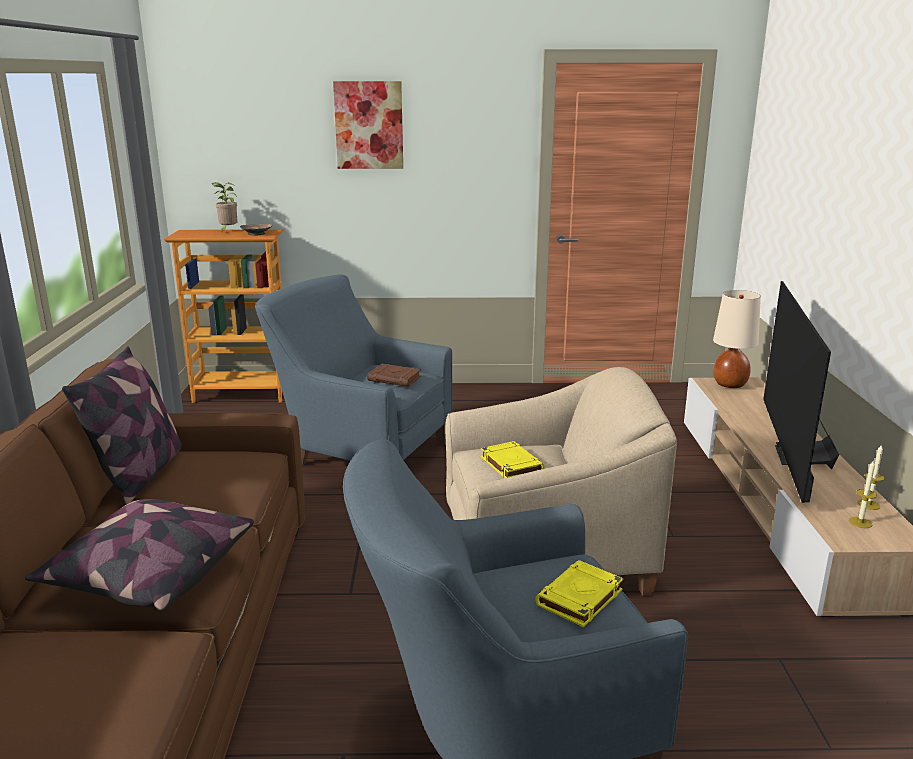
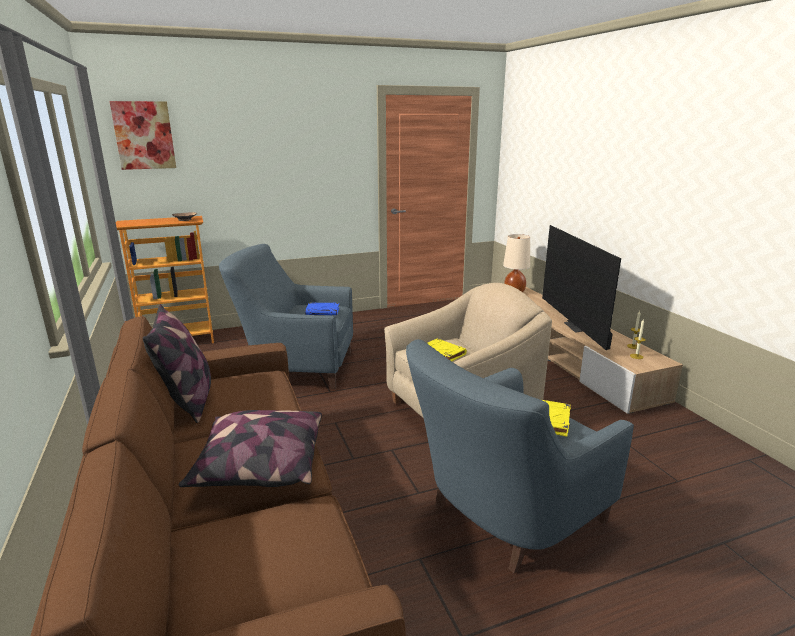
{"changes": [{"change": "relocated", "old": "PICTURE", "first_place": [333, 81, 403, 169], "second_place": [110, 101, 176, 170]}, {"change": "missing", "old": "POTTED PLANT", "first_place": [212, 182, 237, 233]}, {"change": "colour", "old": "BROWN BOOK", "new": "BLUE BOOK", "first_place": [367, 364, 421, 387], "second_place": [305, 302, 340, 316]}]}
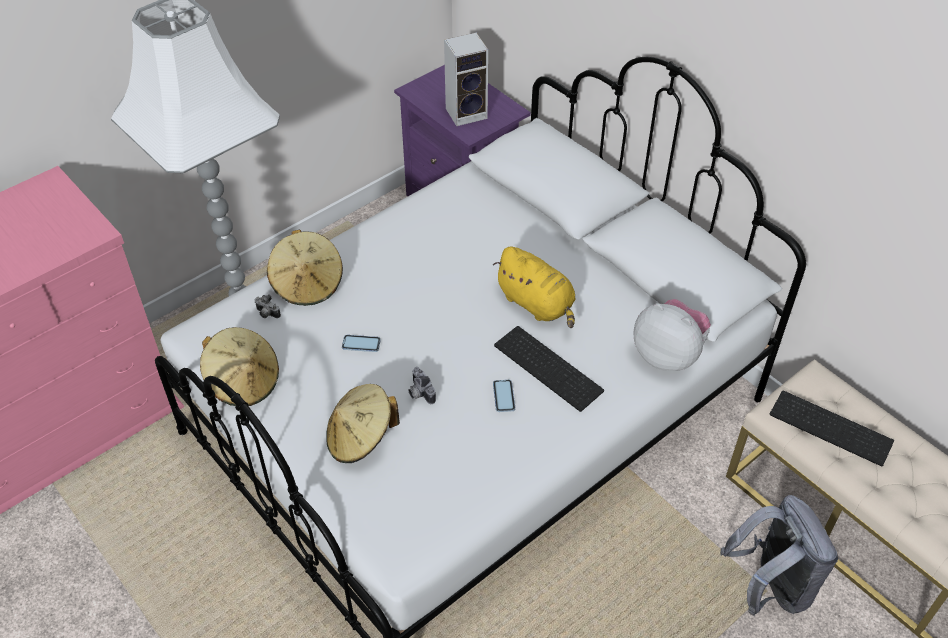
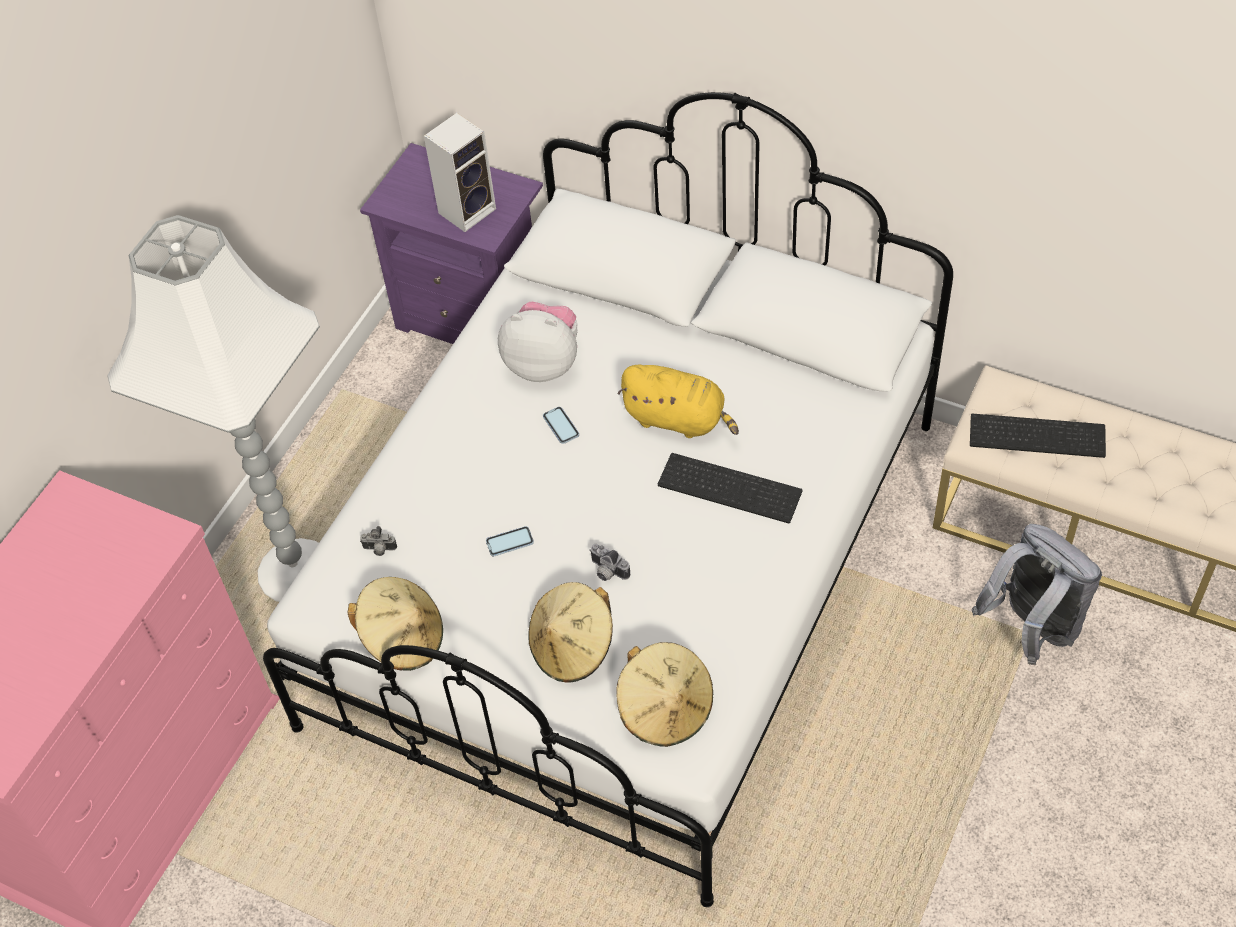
{"changes": [{"change": "relocated", "old": "BEIGE HAT", "first_place": [267, 230, 343, 306], "second_place": [616, 642, 713, 747]}, {"change": "relocated", "old": "PLUSH TOY", "first_place": [633, 299, 711, 371], "second_place": [498, 302, 578, 382]}, {"change": "relocated", "old": "PHONE", "first_place": [493, 380, 515, 412], "second_place": [543, 407, 579, 444]}]}
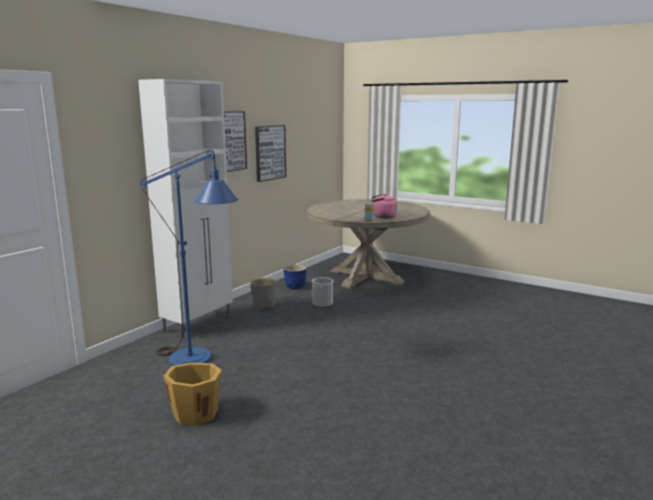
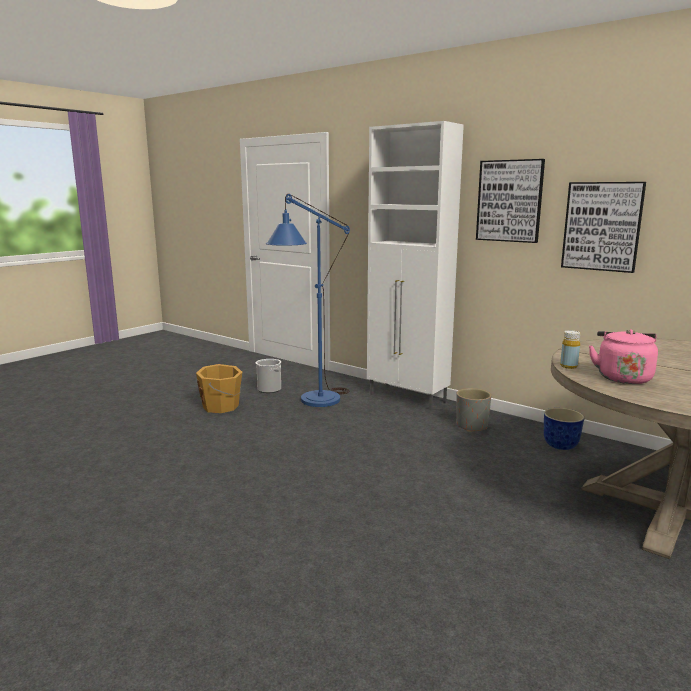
{"changes": [{"change": "relocated", "old": "BUCKET", "first_place": [312, 277, 334, 307], "second_place": [256, 359, 281, 393]}]}
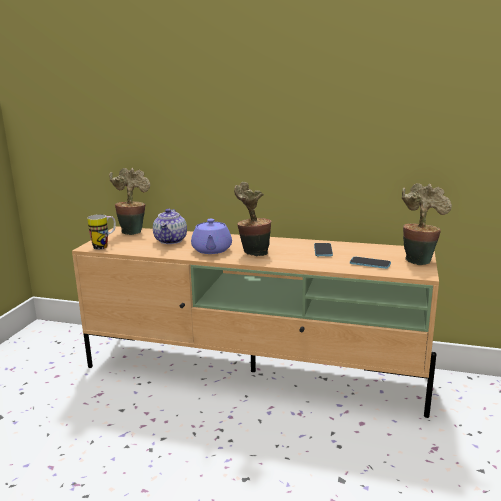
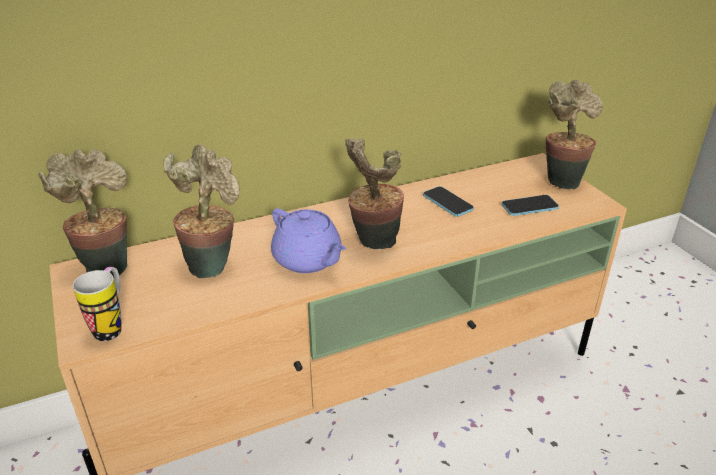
{"changes": [{"change": "exchanged", "old": "TEAPOT", "new": "POTTED PLANT", "first_place": [153, 209, 187, 244], "second_place": [163, 144, 240, 278]}]}
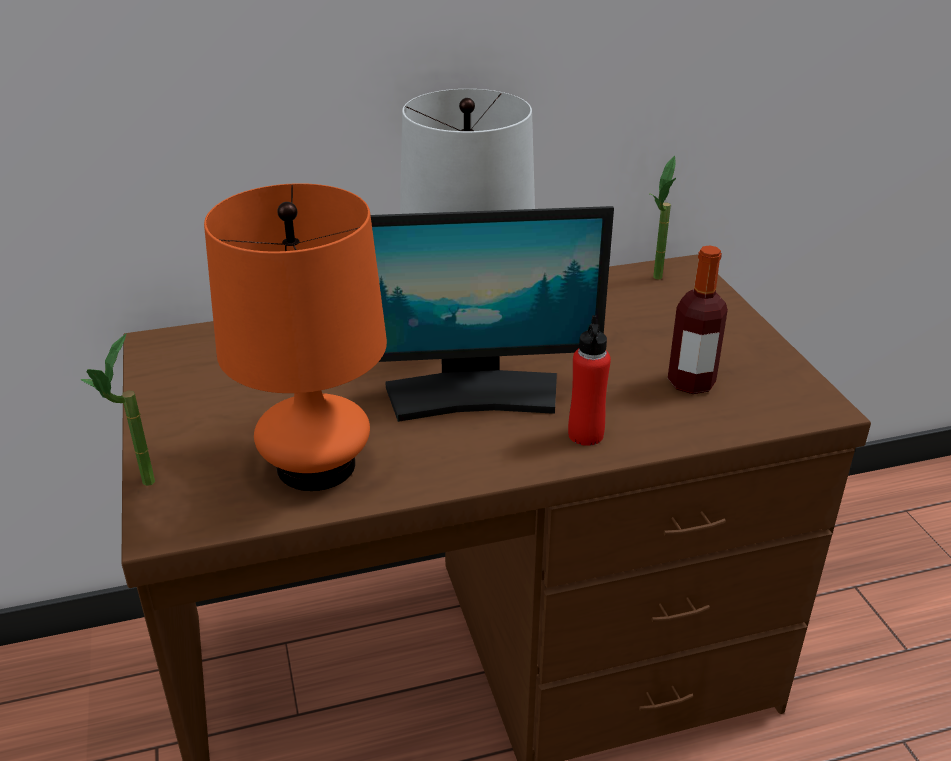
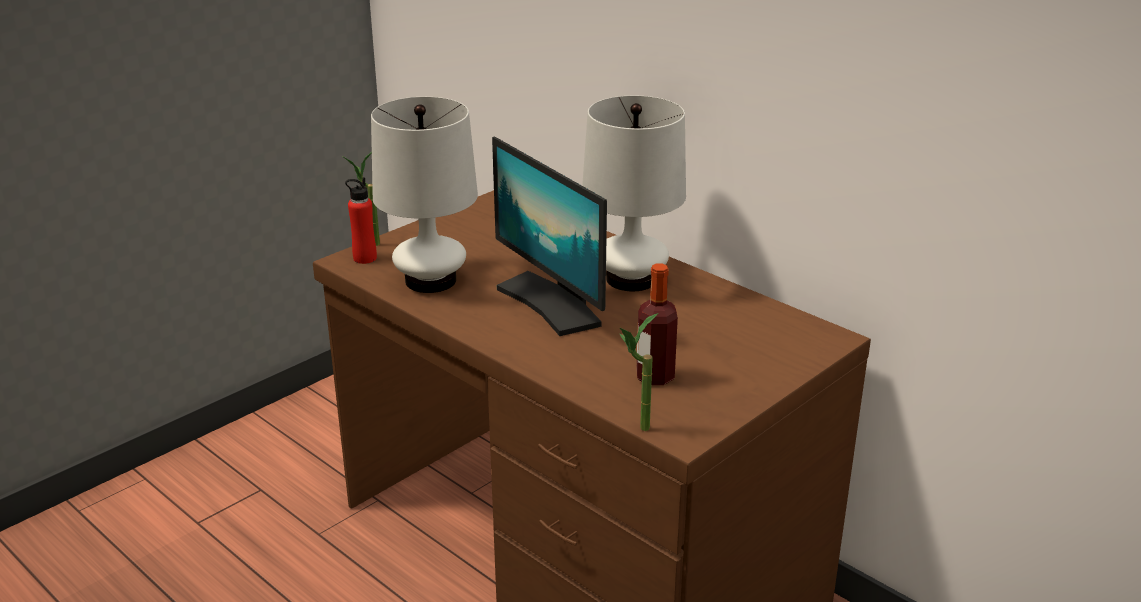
{"changes": [{"change": "relocated", "old": "POTTED PLANT", "first_place": [648, 156, 676, 280], "second_place": [620, 313, 658, 431]}, {"change": "colour", "old": "ORANGE TABLE LAMP", "new": "WHITE TABLE LAMP", "first_place": [204, 183, 387, 491], "second_place": [371, 97, 478, 293]}, {"change": "relocated", "old": "RED BOTTLE", "first_place": [568, 315, 611, 446], "second_place": [345, 177, 377, 264]}]}
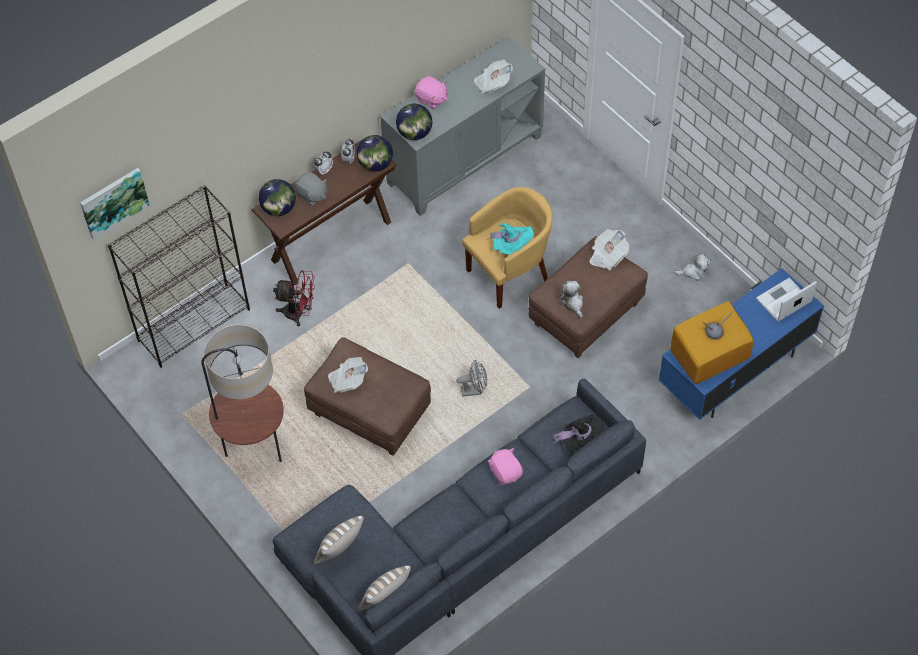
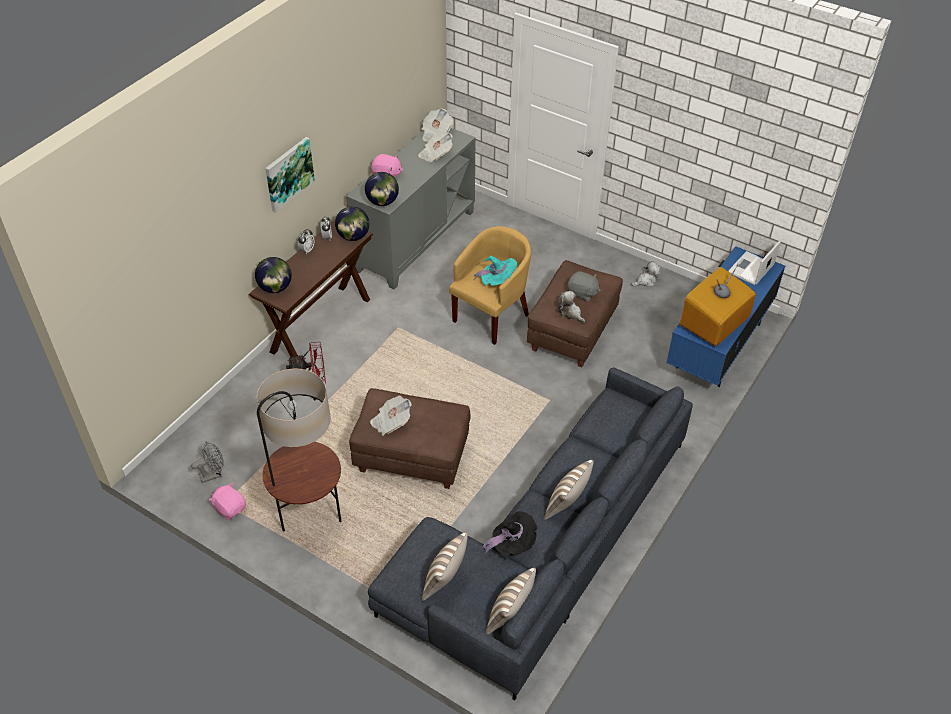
{"changes": [{"change": "relocated", "old": "PICTURE", "first_place": [80, 168, 150, 240], "second_place": [265, 137, 315, 213]}, {"change": "relocated", "old": "GREY PLUSH TOY", "first_place": [294, 172, 327, 206], "second_place": [568, 271, 601, 302]}, {"change": "missing", "old": "BLACK BOOKCASE", "first_place": [108, 185, 250, 368]}, {"change": "relocated", "old": "NEWSPAPER", "first_place": [589, 229, 629, 270], "second_place": [422, 109, 453, 142]}, {"change": "relocated", "old": "GREY FAN", "first_place": [456, 360, 487, 397], "second_place": [191, 442, 224, 483]}, {"change": "relocated", "old": "BLACK HAT", "first_place": [553, 414, 604, 453], "second_place": [482, 511, 538, 558]}, {"change": "relocated", "old": "PINK PLUSH TOY", "first_place": [488, 448, 523, 485], "second_place": [209, 482, 246, 520]}, {"change": "appeared", "new": "PILLOW", "second_place": [544, 460, 594, 520]}]}
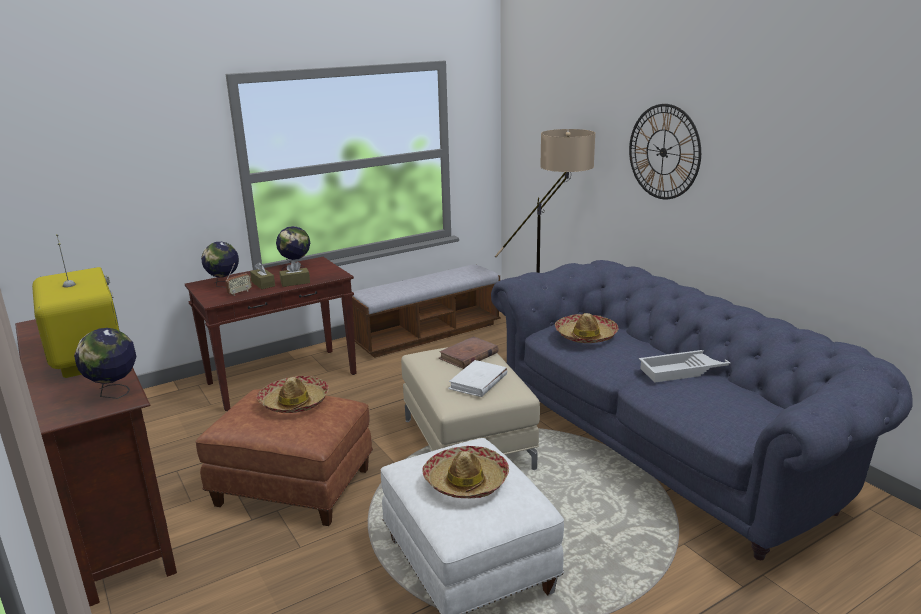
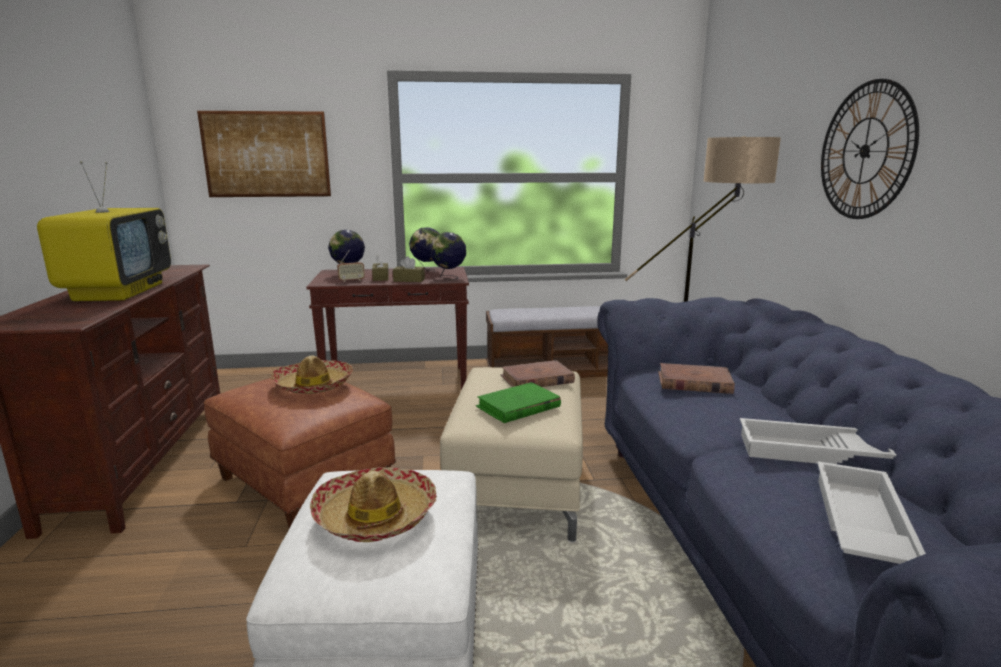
{"changes": [{"change": "exchanged", "old": "HAT", "new": "BROWN BOOK", "first_place": [555, 313, 619, 343], "second_place": [658, 363, 735, 394]}, {"change": "relocated", "old": "GLOBE", "first_place": [74, 328, 137, 399], "second_place": [430, 232, 466, 280]}, {"change": "colour", "old": "WHITE BOOK", "new": "GREEN BOOK", "first_place": [448, 360, 507, 397], "second_place": [476, 382, 561, 423]}, {"change": "appeared", "new": "PICTURE", "second_place": [197, 111, 331, 197]}, {"change": "appeared", "new": "WHITE TRAY", "second_place": [817, 461, 926, 564]}]}
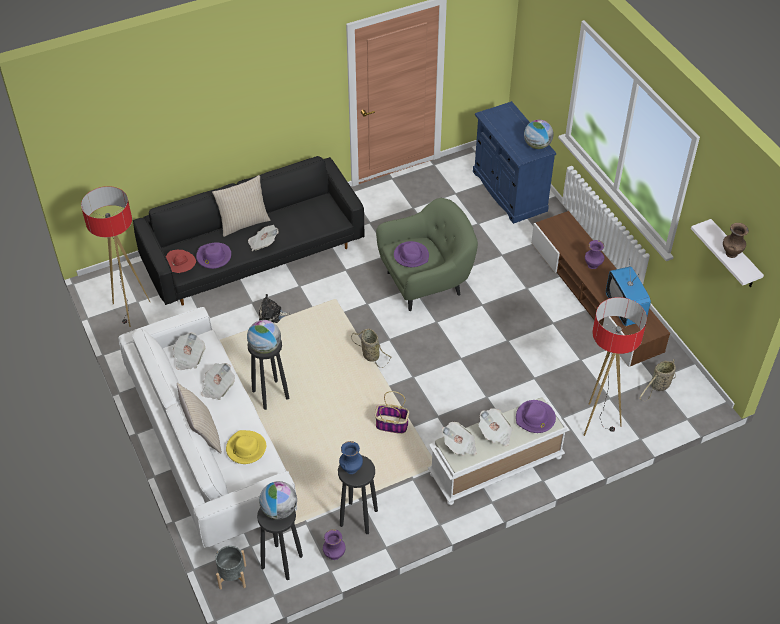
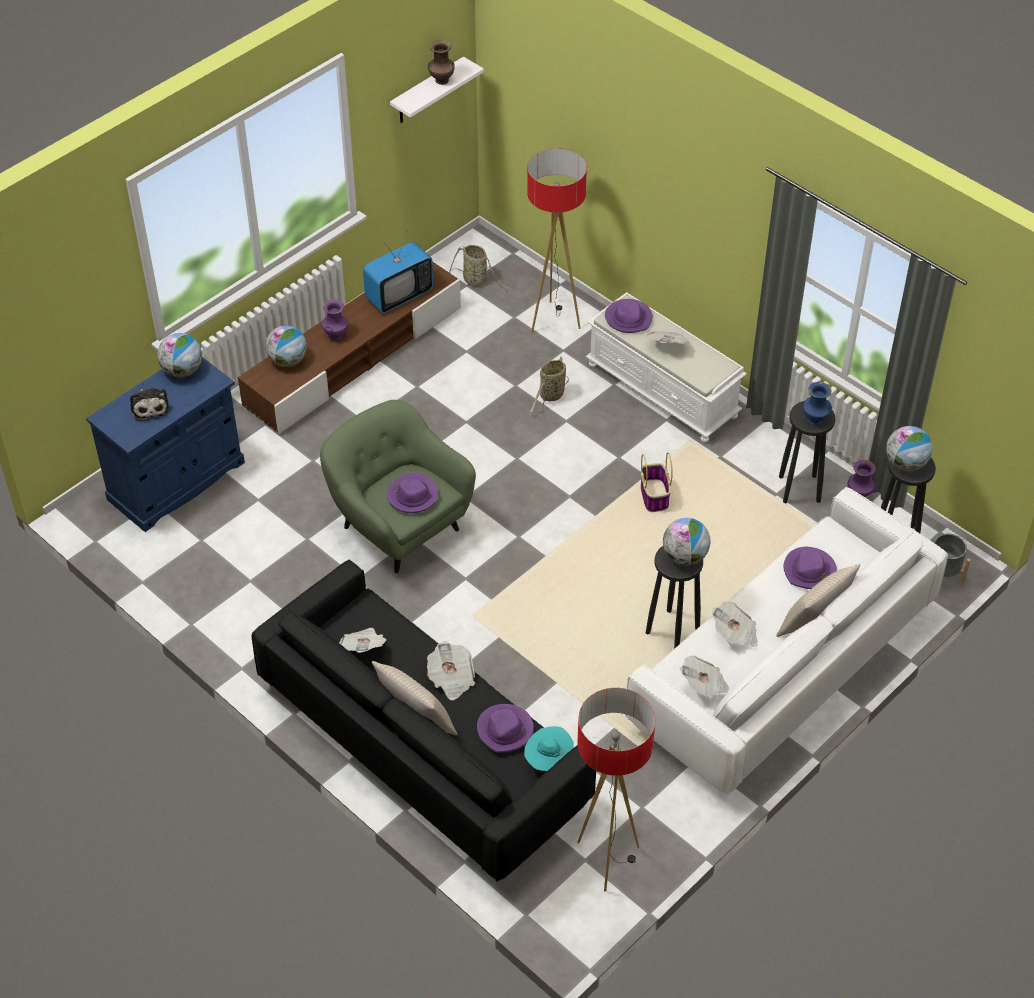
{"changes": [{"change": "colour", "old": "RED HAT", "new": "TURQUOISE HAT", "first_place": [166, 250, 196, 273], "second_place": [524, 726, 574, 771]}, {"change": "relocated", "old": "PLUSH TOY", "first_place": [259, 294, 291, 323], "second_place": [130, 388, 169, 421]}, {"change": "relocated", "old": "BASKET", "first_place": [351, 329, 392, 368], "second_place": [530, 357, 569, 417]}, {"change": "relocated", "old": "NEWSPAPER", "first_place": [442, 422, 477, 456], "second_place": [340, 628, 387, 653]}, {"change": "colour", "old": "YELLOW HAT", "new": "PURPLE HAT", "first_place": [226, 430, 266, 464], "second_place": [784, 547, 837, 589]}, {"change": "appeared", "new": "GLOBE", "second_place": [265, 325, 307, 367]}]}
